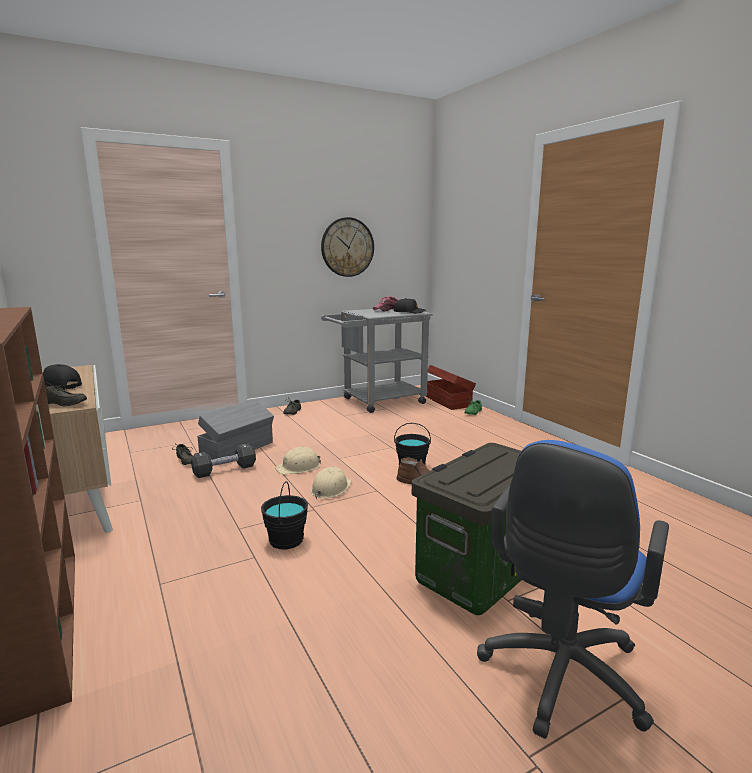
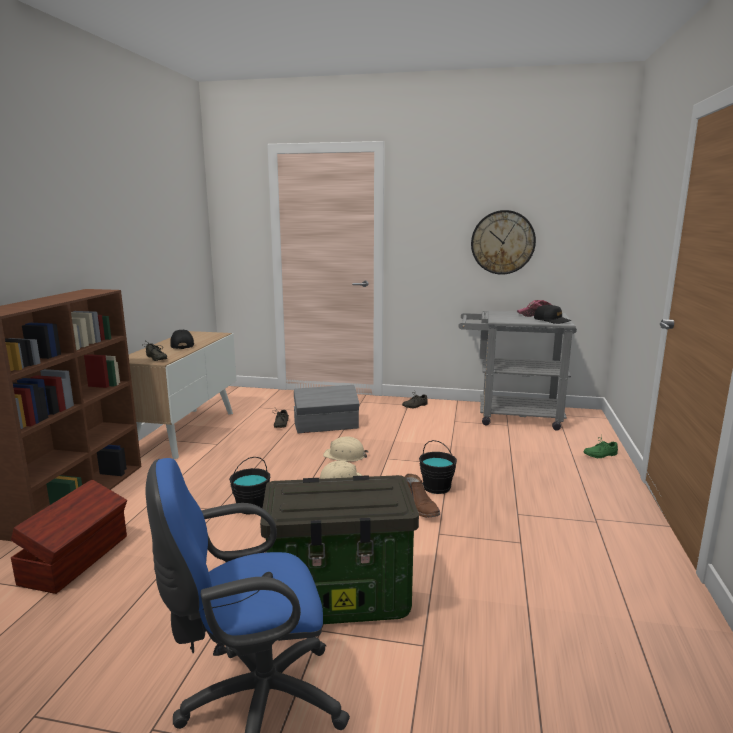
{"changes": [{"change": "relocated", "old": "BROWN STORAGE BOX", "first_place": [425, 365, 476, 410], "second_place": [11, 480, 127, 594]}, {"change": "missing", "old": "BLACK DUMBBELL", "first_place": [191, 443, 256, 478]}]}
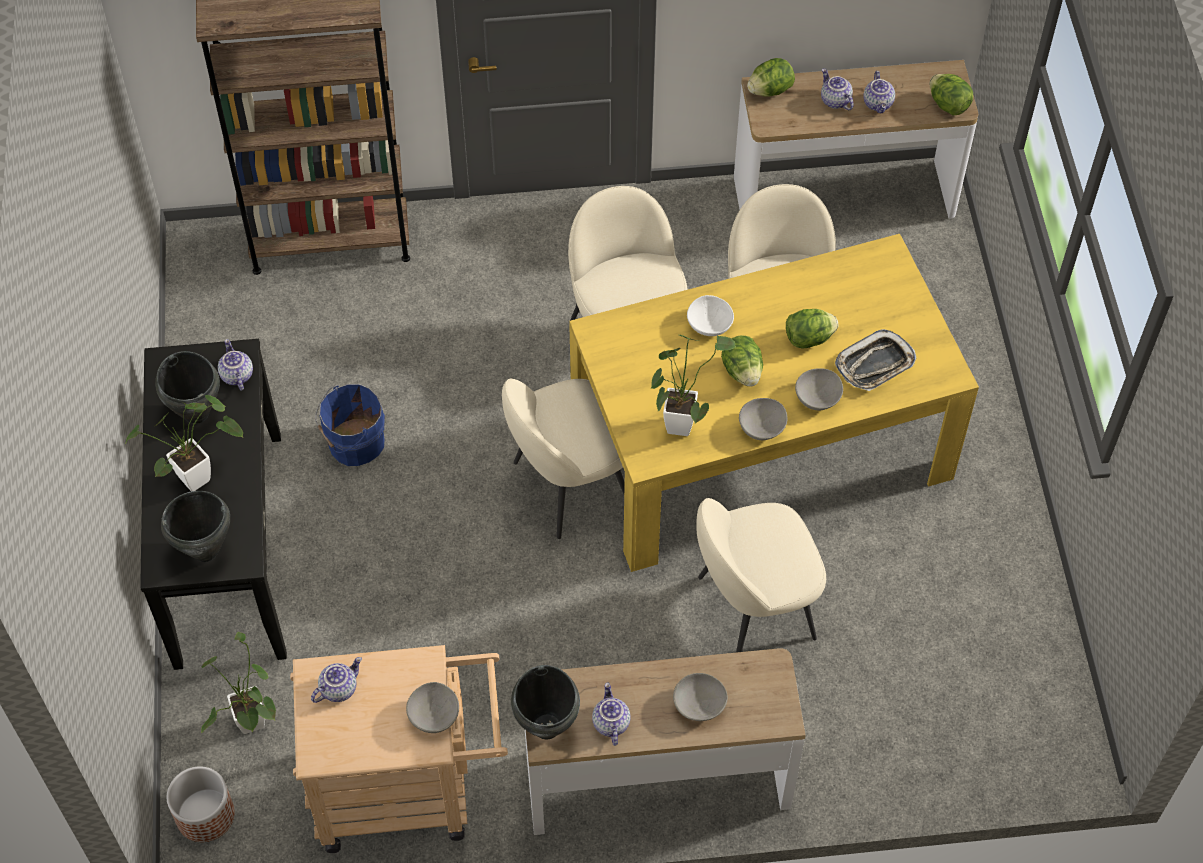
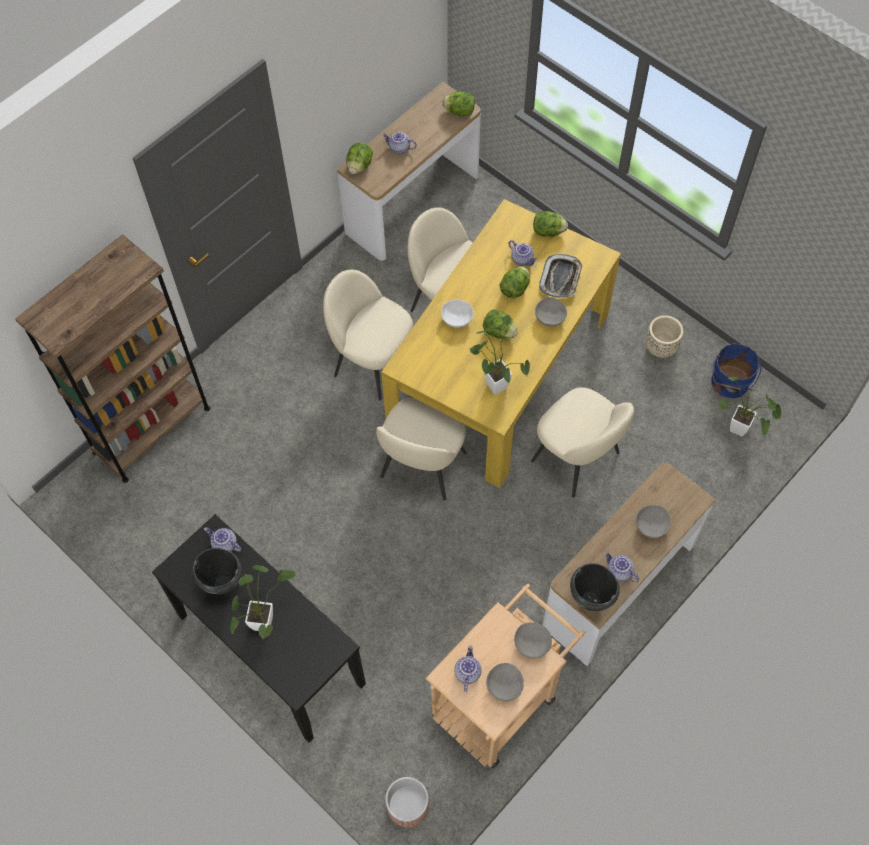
{"changes": [{"change": "relocated", "old": "TEAPOT", "first_place": [863, 71, 895, 113], "second_place": [509, 240, 537, 266]}, {"change": "relocated", "old": "BLUE BUCKET", "first_place": [315, 384, 385, 466], "second_place": [711, 343, 761, 398]}, {"change": "relocated", "old": "GREY BOWL", "first_place": [739, 398, 787, 440], "second_place": [486, 663, 524, 701]}, {"change": "missing", "old": "BLACK COOKING POT", "first_place": [161, 491, 230, 562]}, {"change": "spun", "old": "BEIGE CHAIR", "first_place": [696, 498, 826, 653], "second_place": [531, 387, 634, 497], "degrees": -75}, {"change": "relocated", "old": "POTTED PLANT", "first_place": [201, 632, 276, 734], "second_place": [718, 377, 781, 436]}, {"change": "appeared", "new": "LETTUCE", "second_place": [533, 211, 568, 237]}, {"change": "appeared", "new": "BEIGE PLANTER", "second_place": [646, 315, 683, 358]}]}
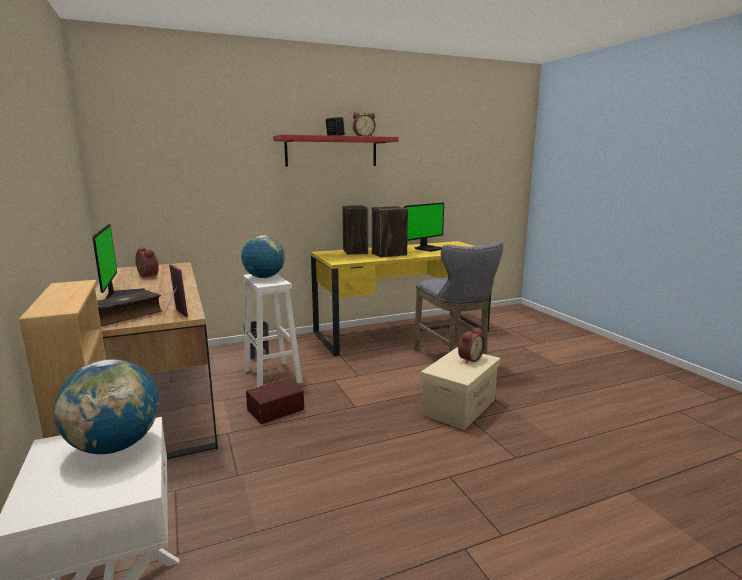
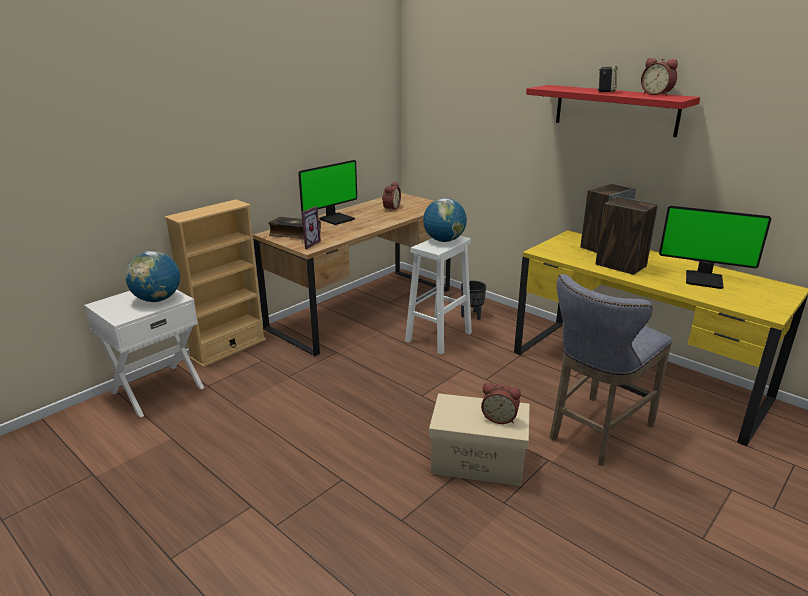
{"changes": [{"change": "missing", "old": "BROWN STORAGE BOX", "first_place": [246, 378, 304, 424]}]}
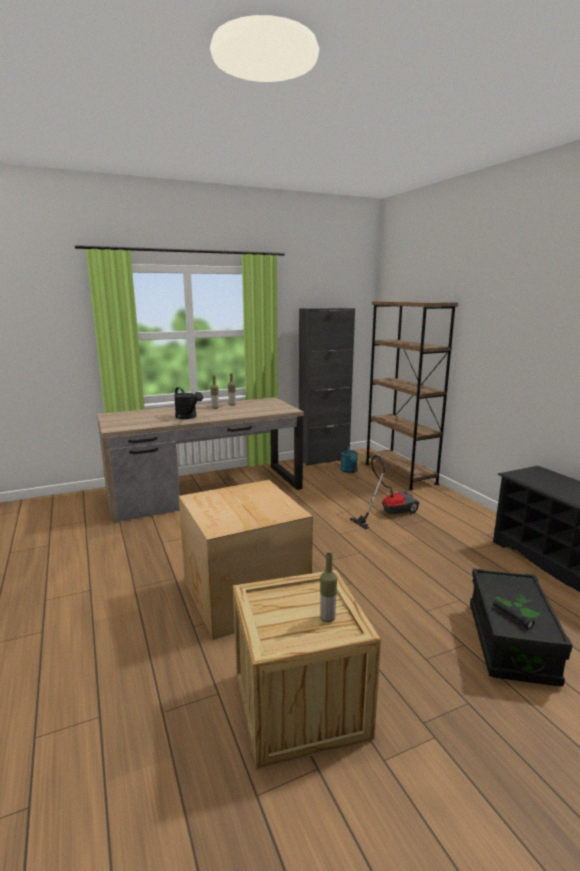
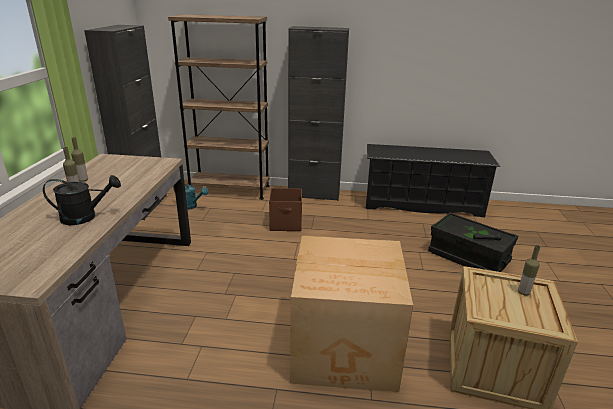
{"changes": [{"change": "exchanged", "old": "VACUUM CLEANER", "new": "BROWN STORAGE BOX", "first_place": [350, 455, 420, 529], "second_place": [269, 188, 302, 231]}, {"change": "appeared", "new": "BLACK CABINET", "second_place": [288, 26, 349, 201]}]}
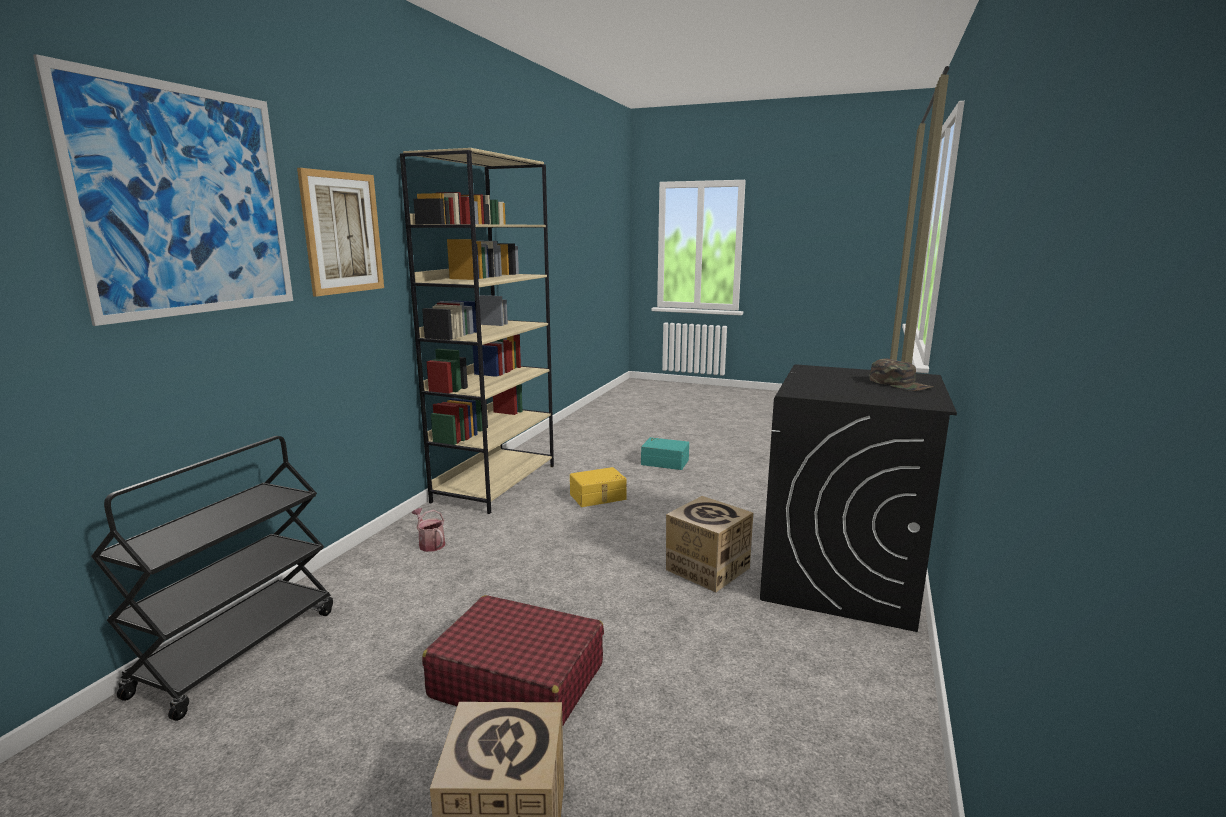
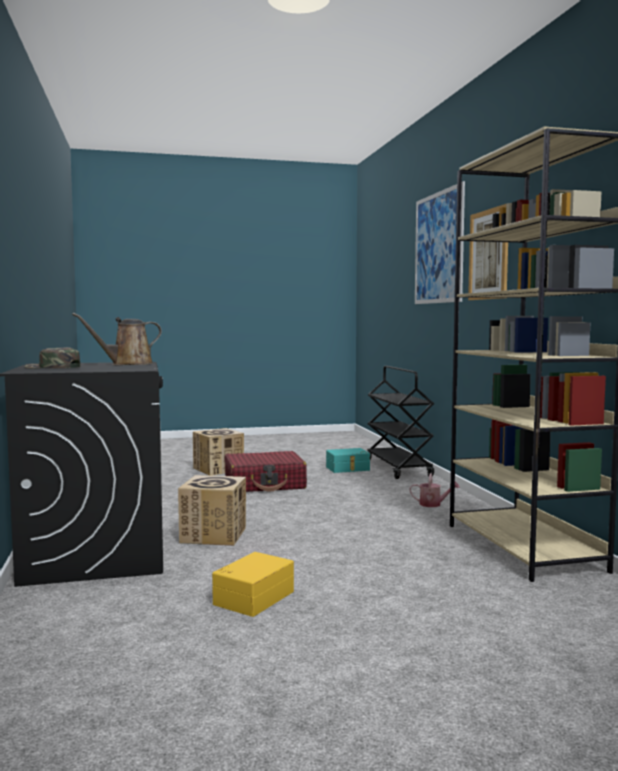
{"changes": [{"change": "relocated", "old": "TURQUOISE STORAGE BOX", "first_place": [641, 437, 689, 470], "second_place": [326, 448, 370, 473]}, {"change": "relocated", "old": "YELLOW STORAGE BOX", "first_place": [570, 467, 627, 507], "second_place": [212, 552, 294, 617]}, {"change": "appeared", "new": "BROWN WATERING CAN", "second_place": [72, 313, 162, 365]}]}
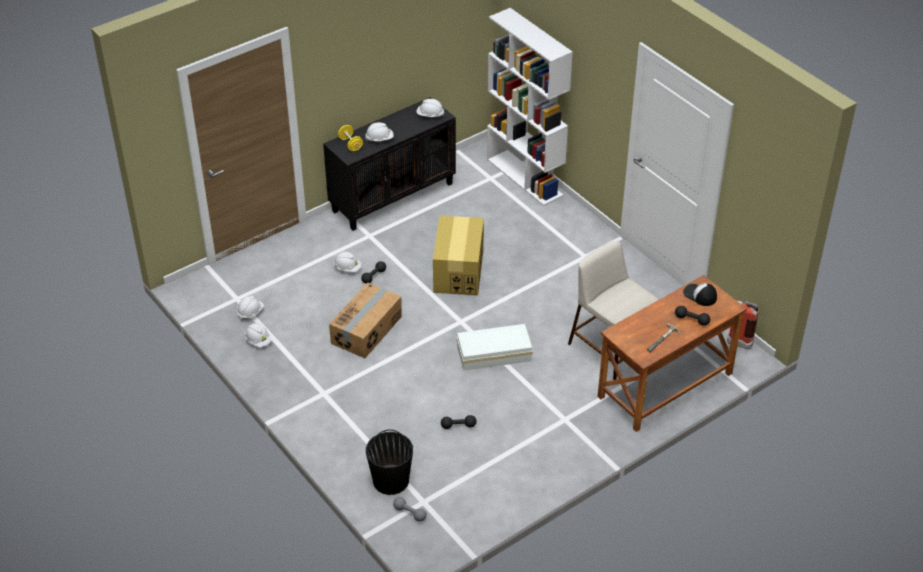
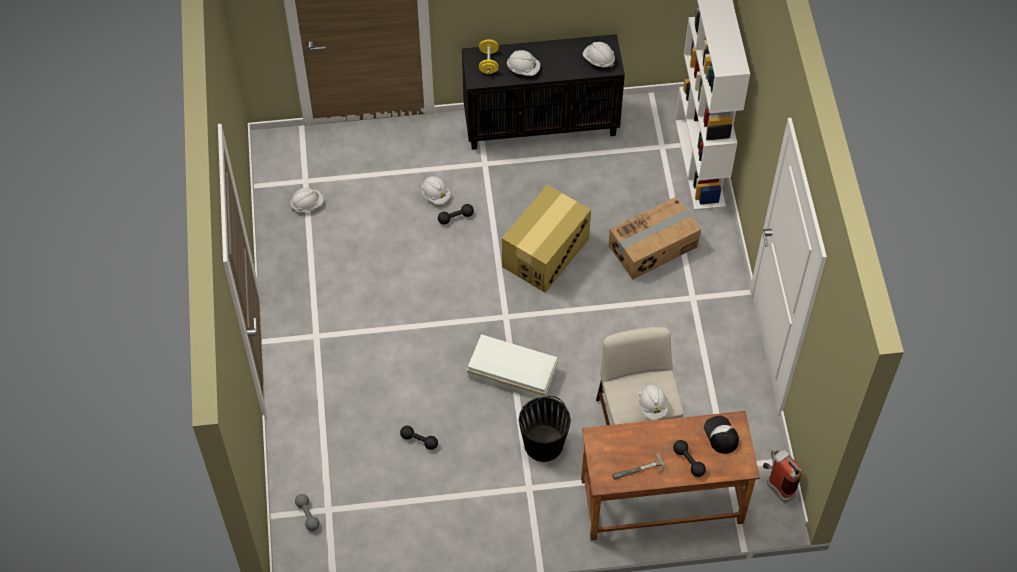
{"changes": [{"change": "relocated", "old": "CARDBOARD BOX", "first_place": [329, 282, 402, 358], "second_place": [609, 197, 701, 280]}, {"change": "relocated", "old": "WHITE HARD HAT", "first_place": [245, 323, 272, 347], "second_place": [638, 385, 668, 419]}, {"change": "relocated", "old": "BLACK BUCKET", "first_place": [366, 429, 413, 495], "second_place": [519, 396, 571, 462]}]}
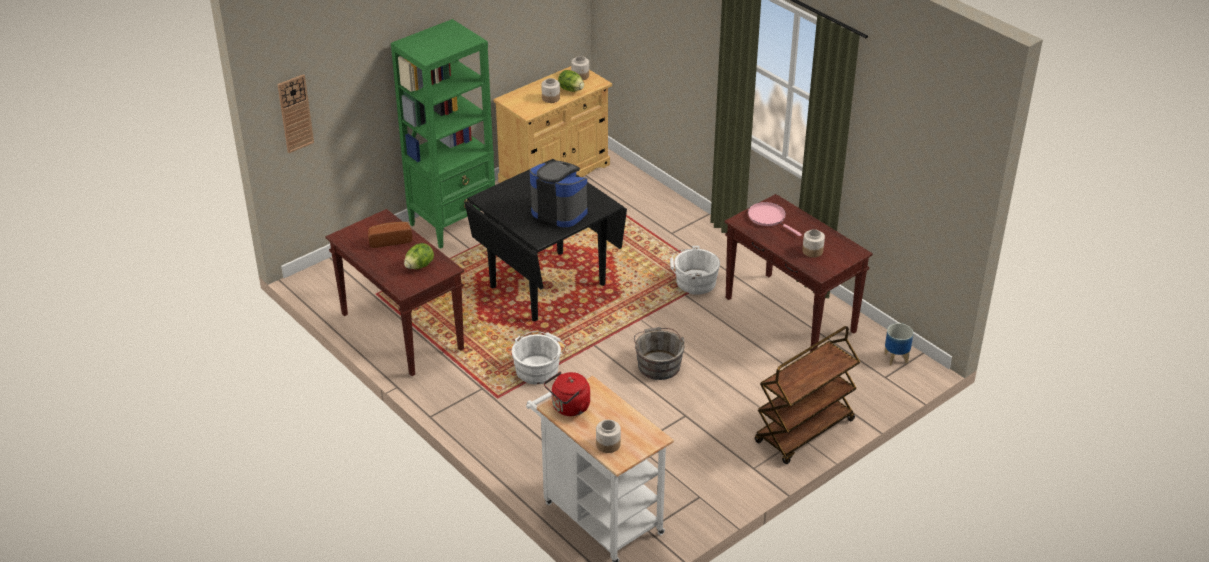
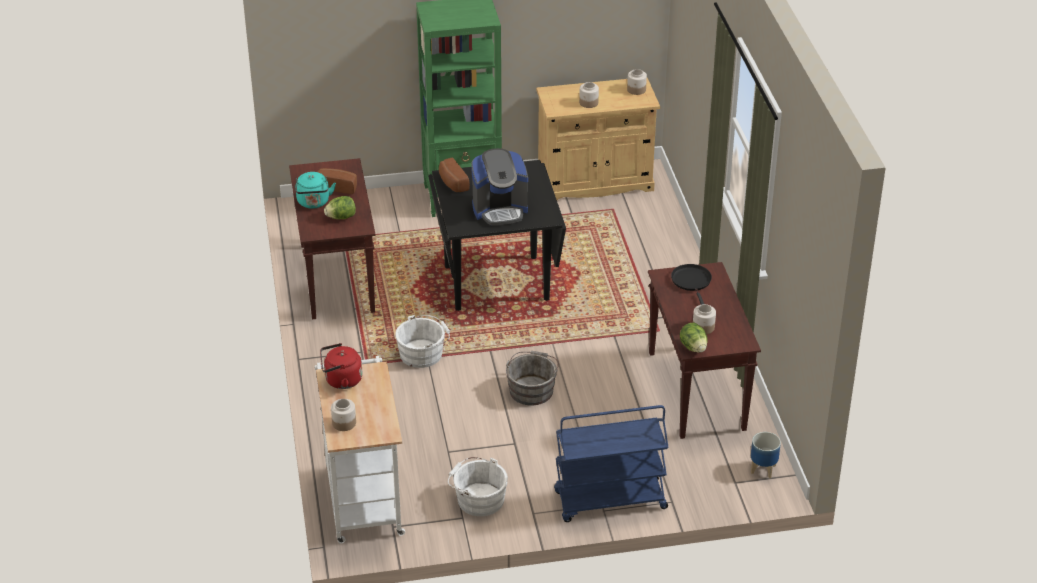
{"changes": [{"change": "relocated", "old": "LETTUCE", "first_place": [558, 70, 584, 92], "second_place": [680, 322, 708, 353]}, {"change": "missing", "old": "WALL CLOCK", "first_place": [277, 74, 314, 153]}, {"change": "spun", "old": "COFFEE MACHINE", "first_place": [530, 161, 587, 227], "second_place": [471, 148, 528, 225], "degrees": 105}, {"change": "colour", "old": "PINK FRYING PAN", "new": "BLACK FRYING PAN", "first_place": [748, 202, 802, 236], "second_place": [671, 264, 712, 305]}, {"change": "relocated", "old": "WHITE BUCKET", "first_place": [670, 246, 720, 295], "second_place": [448, 457, 508, 516]}, {"change": "colour", "old": "BROWN CART", "new": "BLUE CART", "first_place": [755, 326, 860, 464], "second_place": [554, 405, 669, 522]}, {"change": "appeared", "new": "BREAD", "second_place": [439, 158, 470, 192]}, {"change": "appeared", "new": "TURQUOISE KETTLE", "second_place": [296, 172, 336, 209]}]}
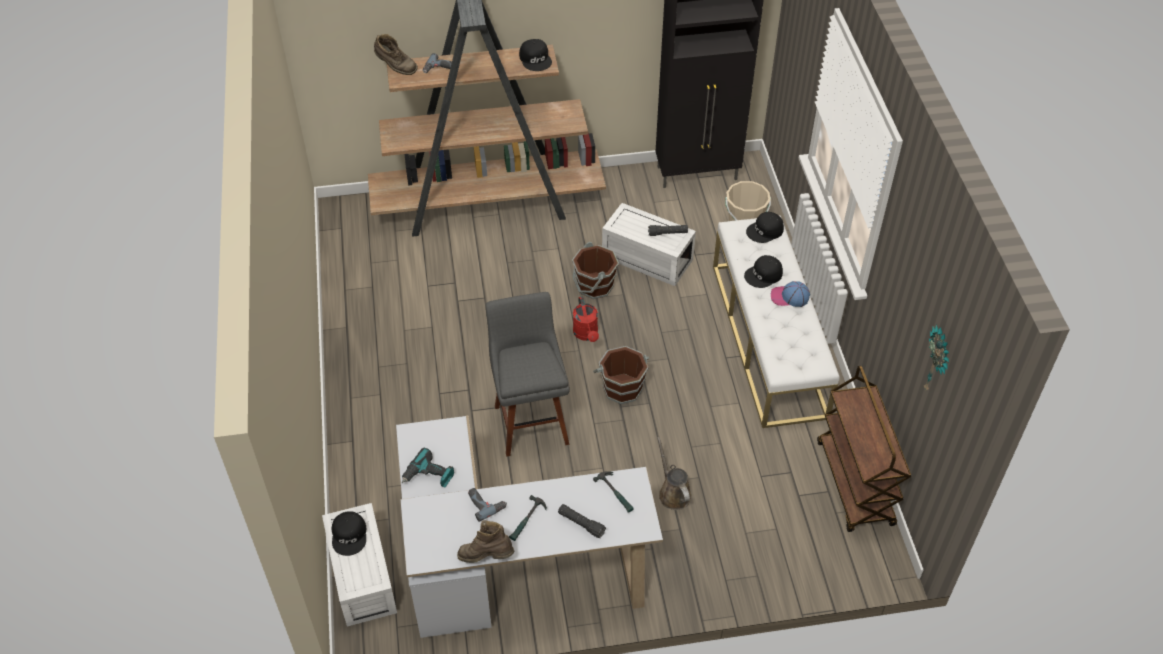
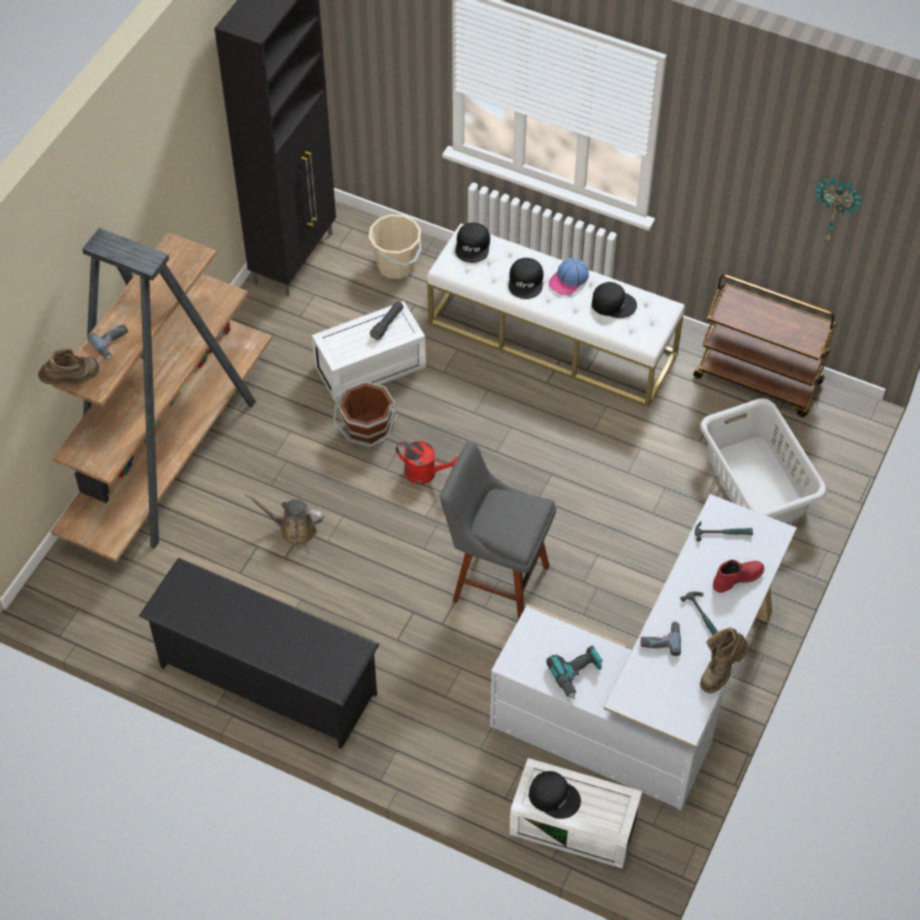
{"changes": [{"change": "relocated", "old": "BLACK CAP", "first_place": [519, 39, 552, 71], "second_place": [592, 282, 637, 318]}, {"change": "missing", "old": "BROWN BUCKET", "first_place": [593, 346, 649, 404]}, {"change": "relocated", "old": "BROWN WATERING CAN", "first_place": [657, 437, 691, 510], "second_place": [245, 493, 324, 545]}, {"change": "exchanged", "old": "BLACK FLASHLIGHT", "new": "RED BOOT", "first_place": [558, 504, 606, 538], "second_place": [713, 560, 765, 593]}, {"change": "appeared", "new": "GREY LAUNDRY BASKET", "second_place": [700, 398, 826, 522]}, {"change": "appeared", "new": "BLACK SHOE RACK", "second_place": [139, 557, 380, 749]}]}
